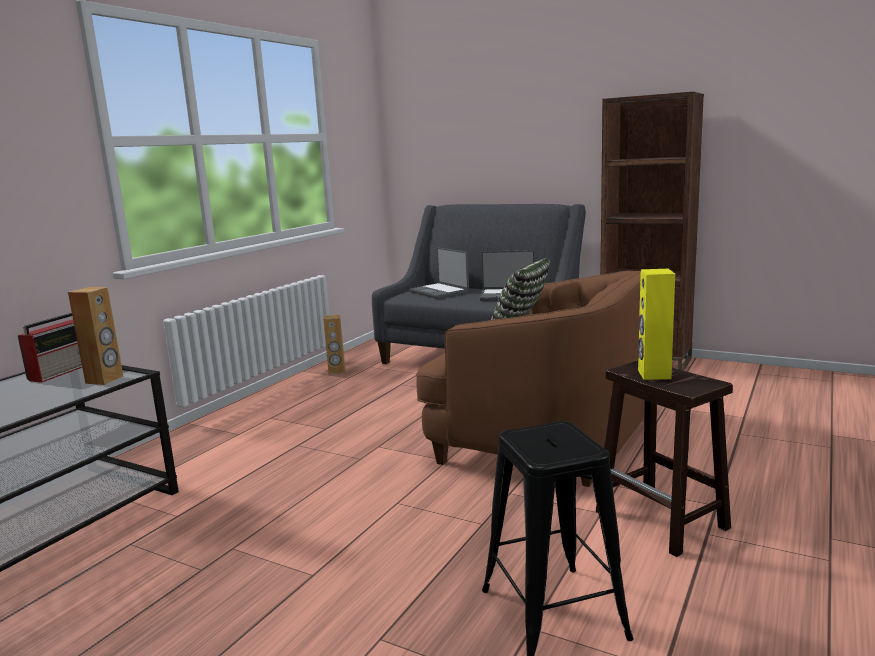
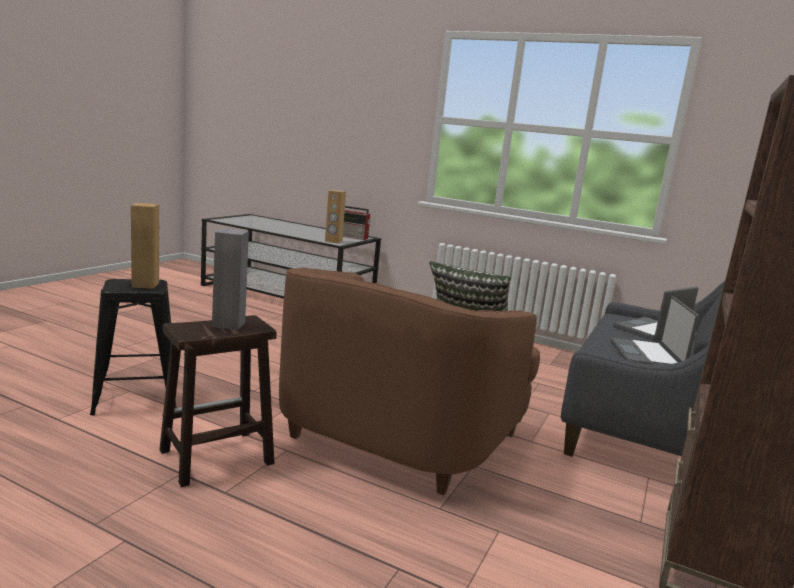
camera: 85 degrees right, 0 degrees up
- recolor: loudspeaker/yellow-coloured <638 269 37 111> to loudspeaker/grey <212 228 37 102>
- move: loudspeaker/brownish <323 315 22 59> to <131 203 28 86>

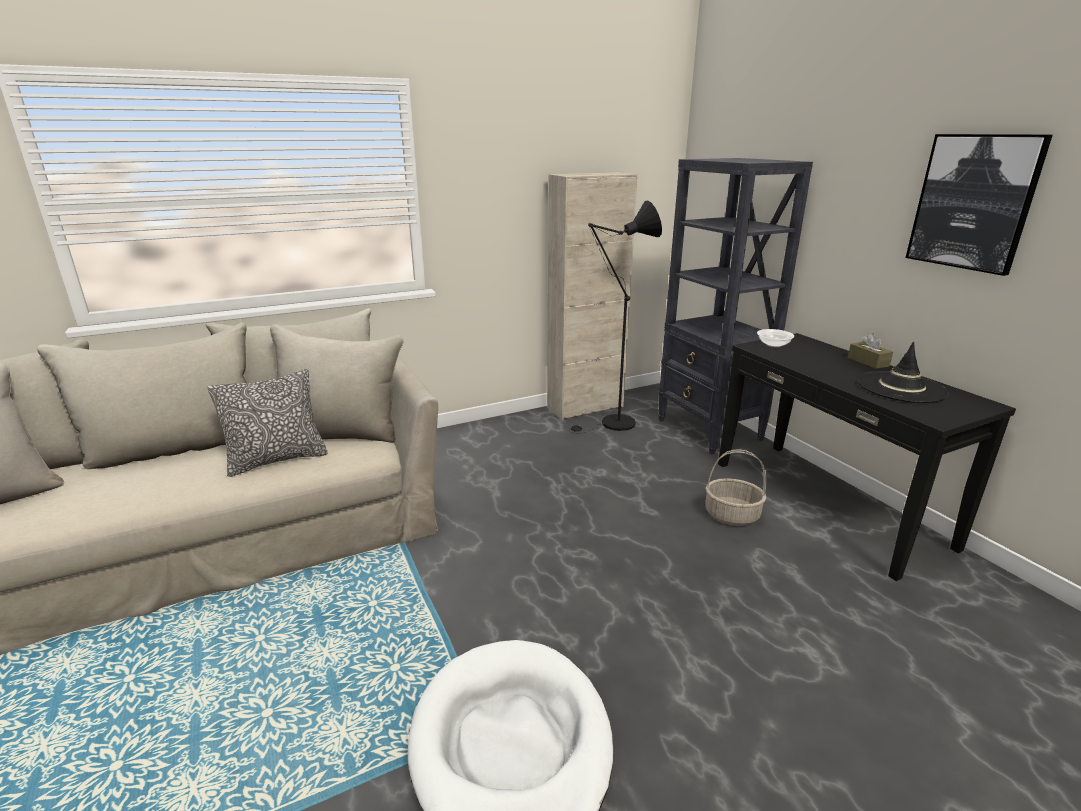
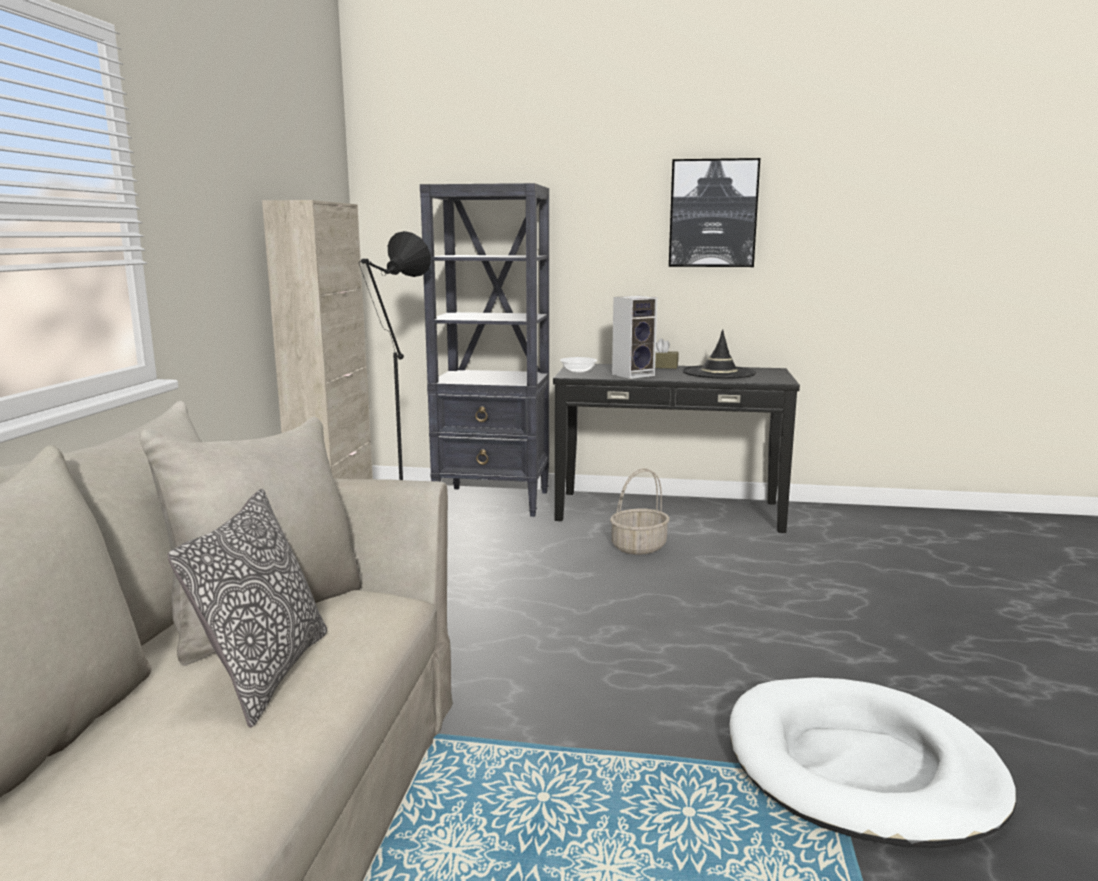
camera: 55 degrees left, 10 degrees down
- insert: loudspeaker <612 296 45 83>

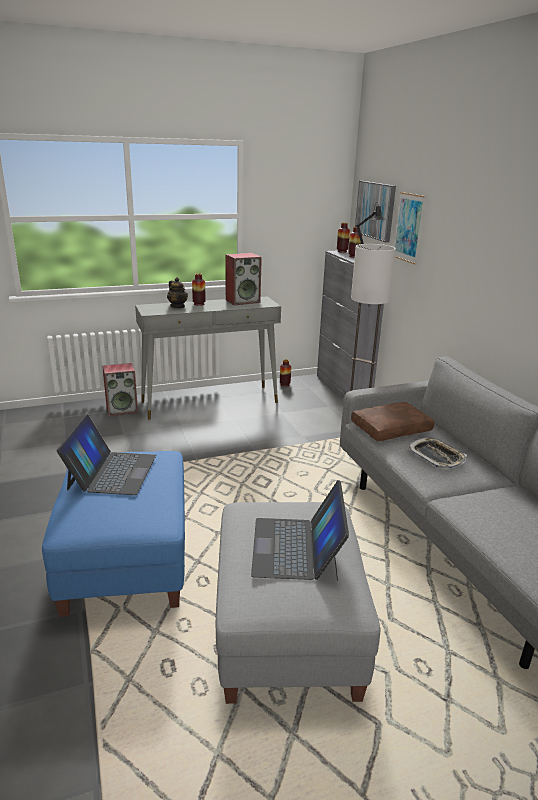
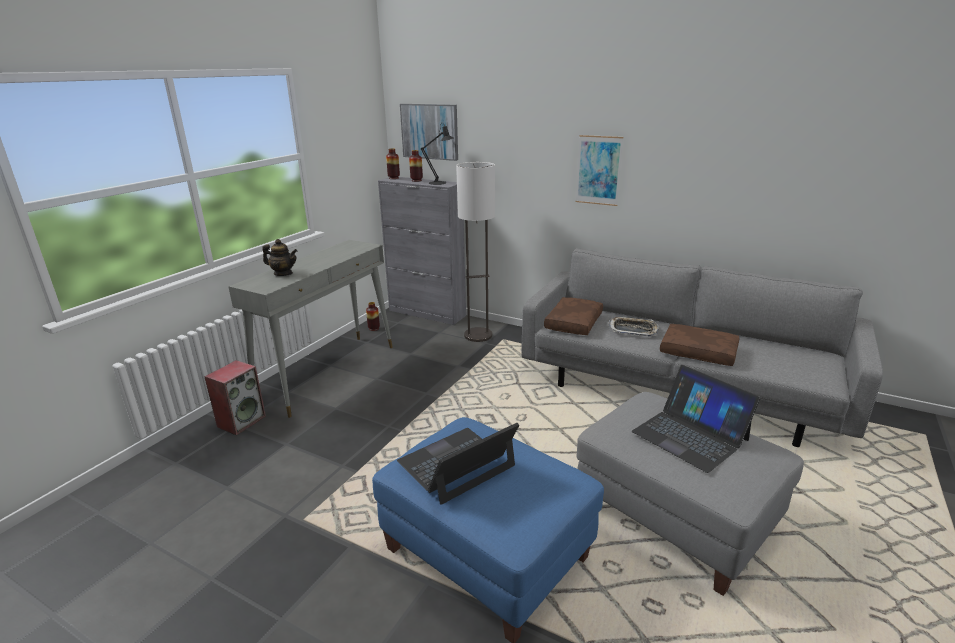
camera: 40 degrees left, 0 degrees up
- move: wall art <394 192 31 72> to <576 135 48 71>
- delete: loudspeaker <226 253 36 52>
- delete: vase <192 273 13 33>
- rotate: portable computer <57 414 99 81> = <397 423 122 82> 90 degrees counterclockwise
- insert: pillow/brownish <660 324 79 42>

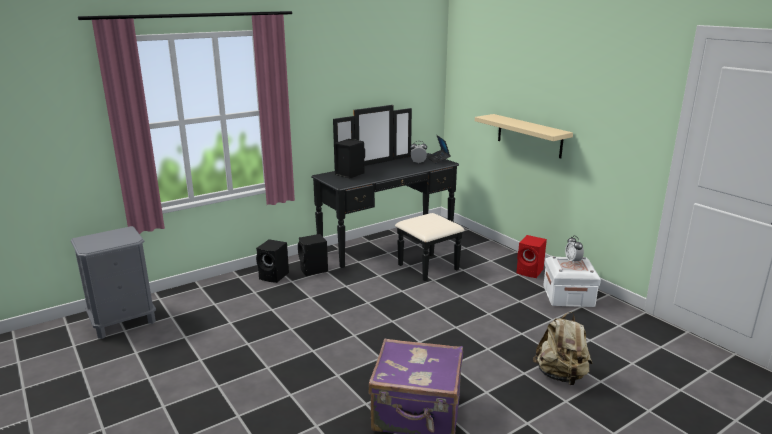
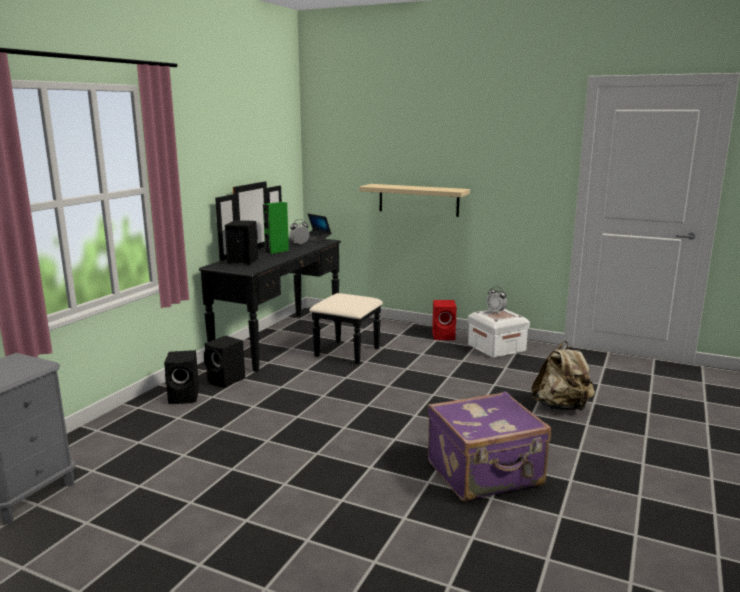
camera: 30 degrees left, 5 degrees down
- insert: loudspeaker/green-coloured <263 202 26 53>

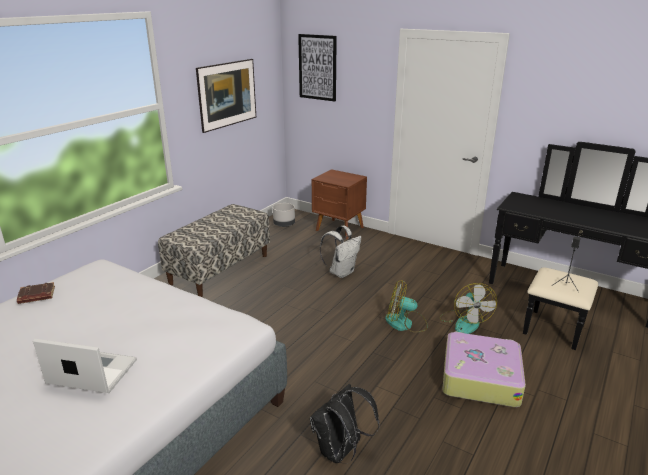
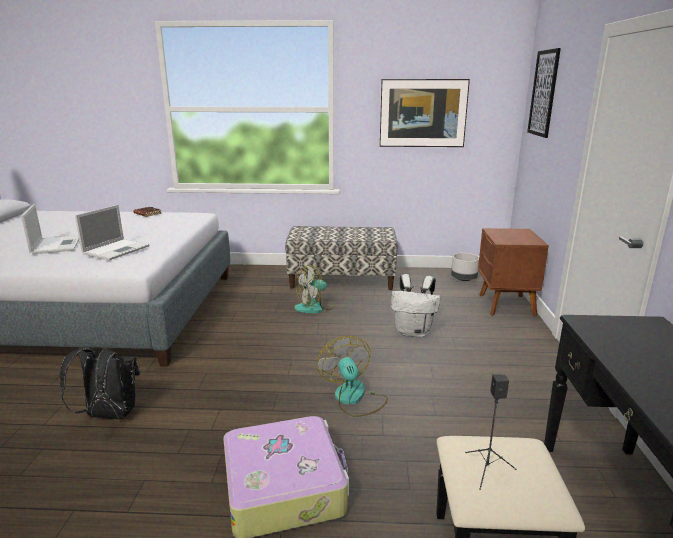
camera: 60 degrees right, 5 degrees down
- move: fan <439 283 58 51> to <294 265 42 48>
- insert: portable computer <75 205 74 55>

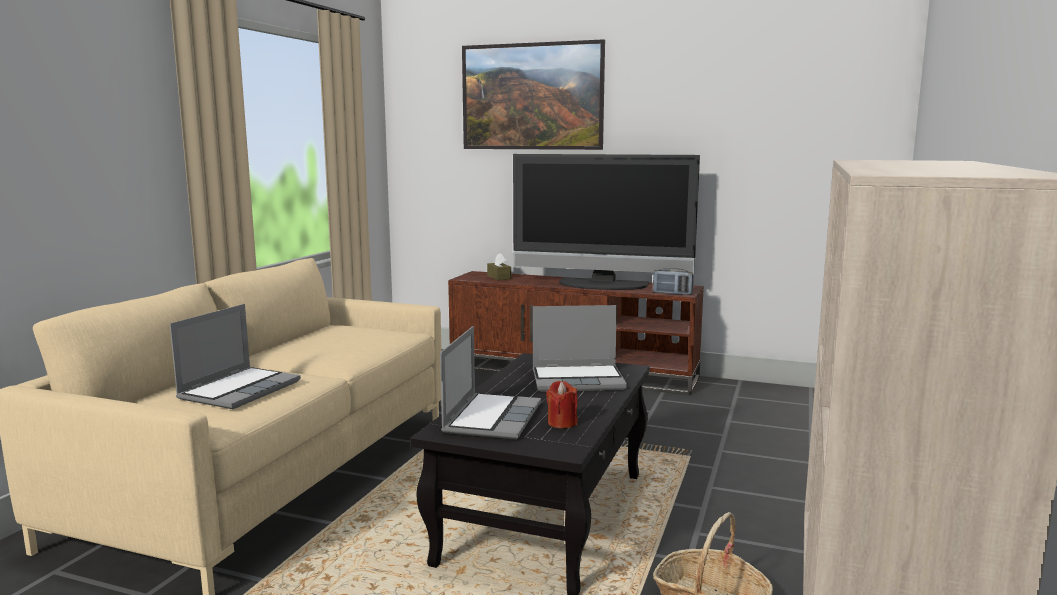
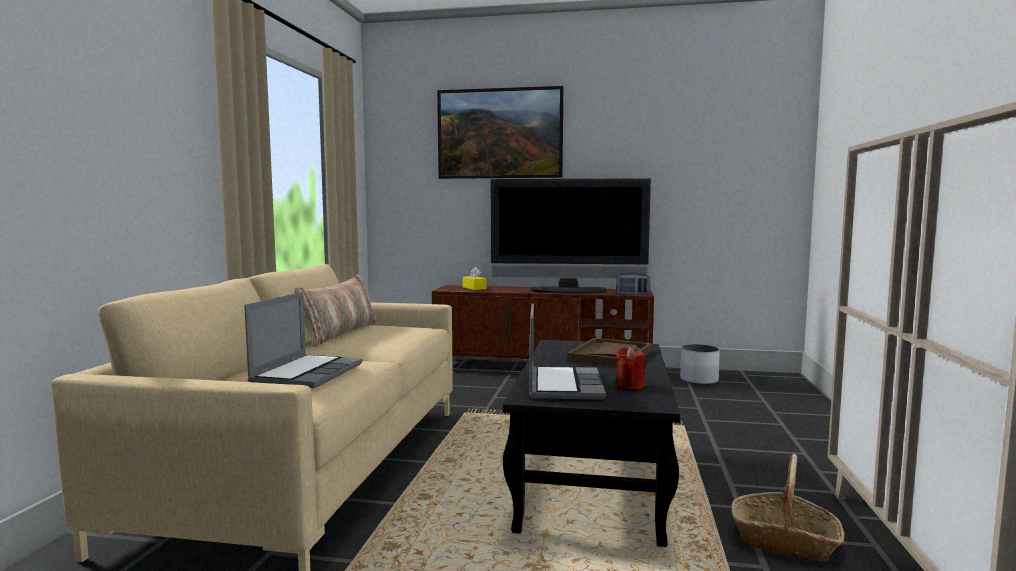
camera: 10 degrees left, 5 degrees down
- recolor: box of tissues/brownish <487 253 24 27> to box of tissues/yellow-coloured <463 267 24 23>
- replace: portable computer <533 305 94 87> to serving tray/brownish <567 338 84 29>
- insert: pillow <294 275 83 72>
- insert: plant pot/whitish <680 344 40 41>

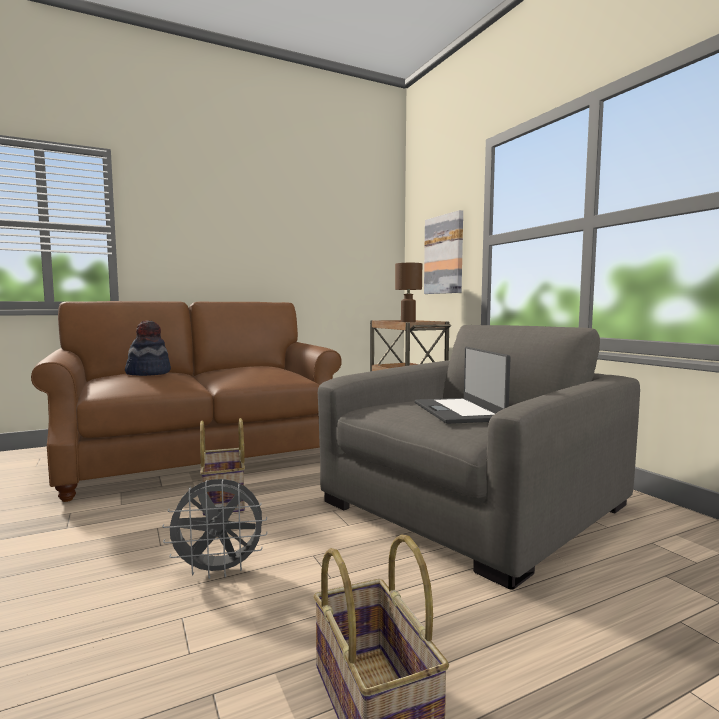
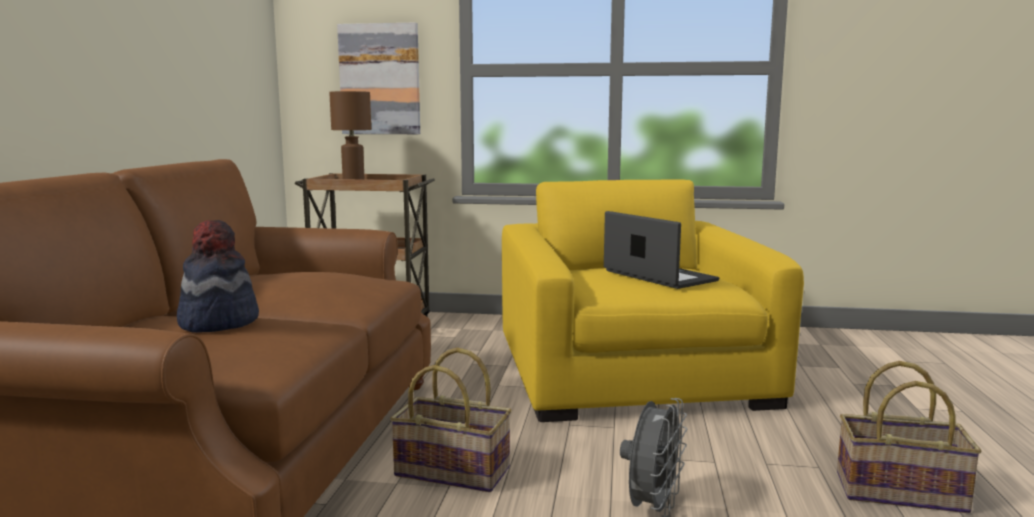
camera: 55 degrees left, 5 degrees up
- recolor: easy chair/grey <318 325 322 265> to easy chair/yellow-coloured <502 179 302 243>
- rotate: portable computer <415 347 96 77> = <604 211 115 78> 150 degrees counterclockwise

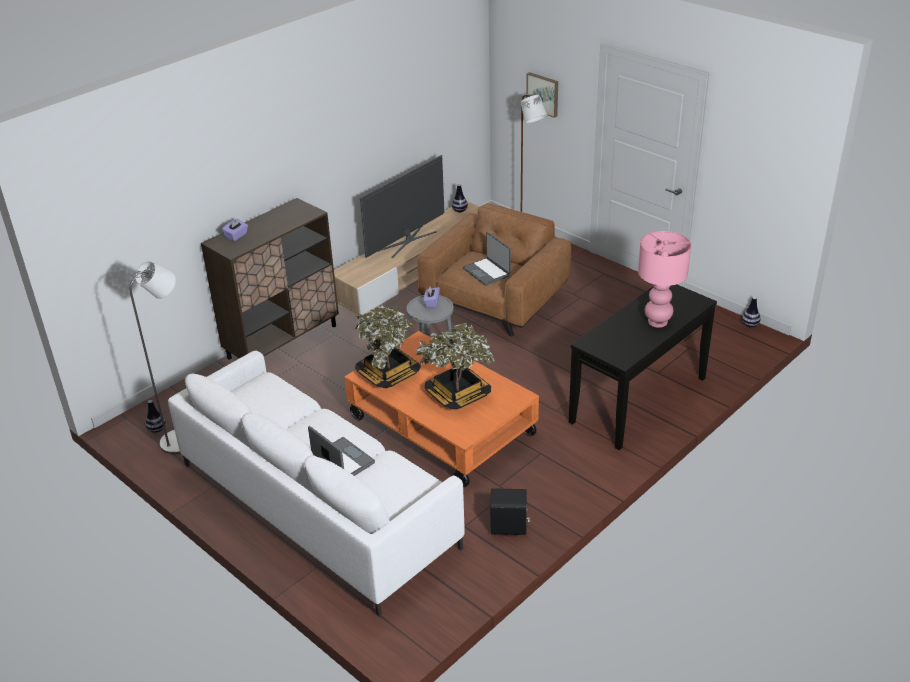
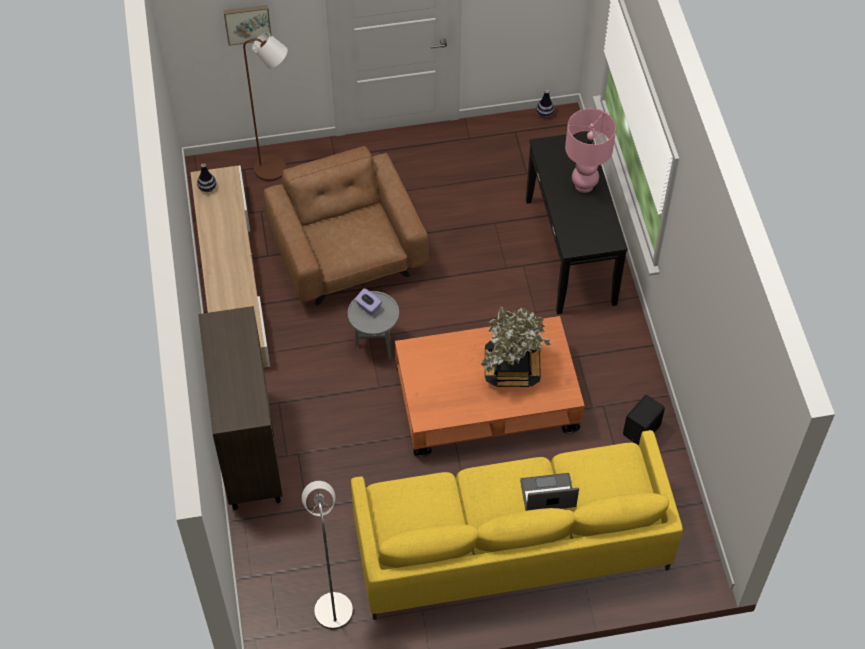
camera: 55 degrees left, 20 degrees up
- delete: television <360 155 85 103>
- delete: box of tissues/purplish <222 219 26 22>
- delete: portable computer <463 232 48 54>
- delete: plant in a pot <355 305 66 83>
- recolor: couch/whitish <168 351 297 265> to couch/yellow-coloured <351 430 332 190>
- delete: vase <145 400 21 33>

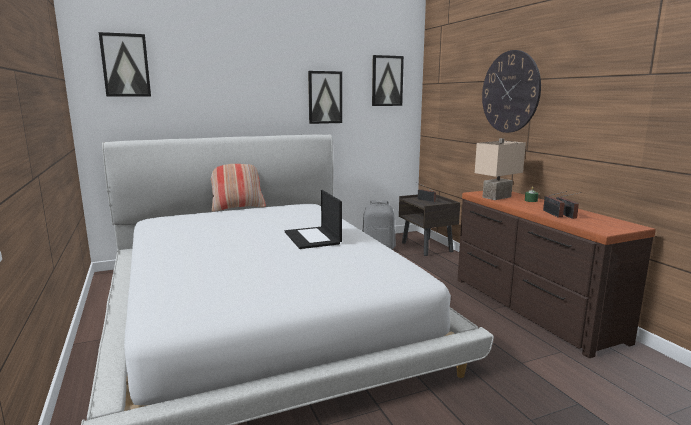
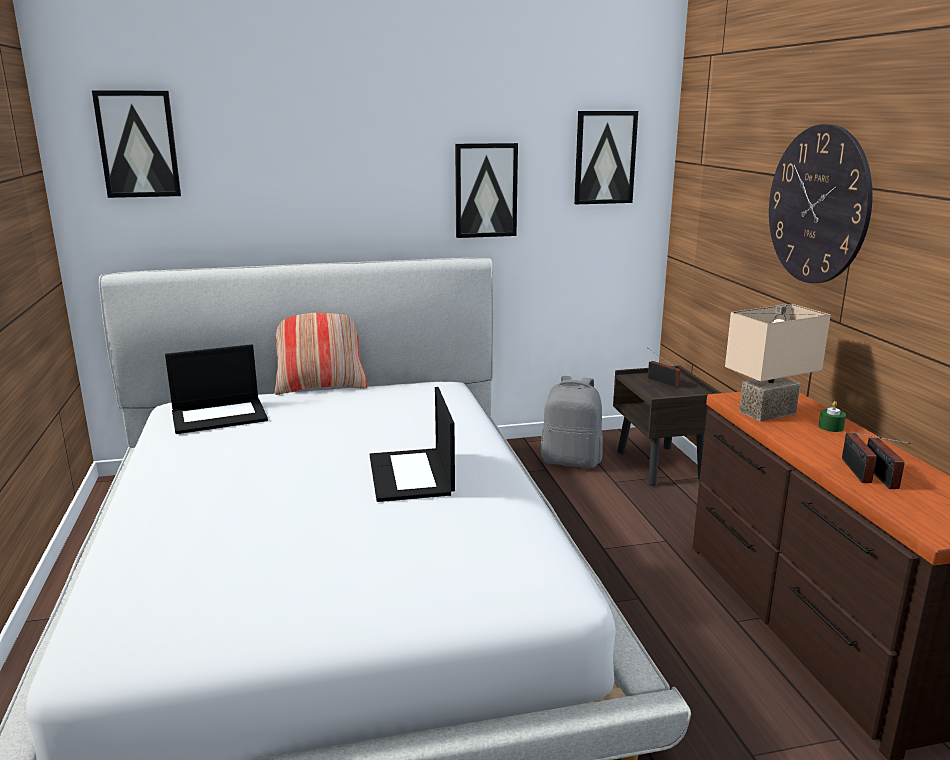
camera: 10 degrees right, 5 degrees up
- insert: portable computer <165 344 103 90>

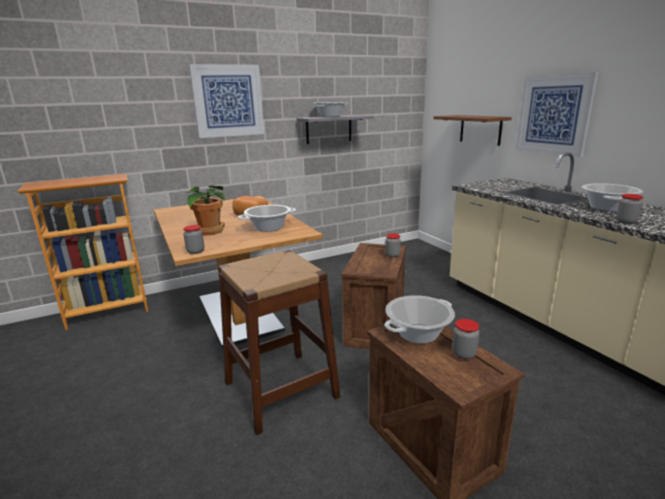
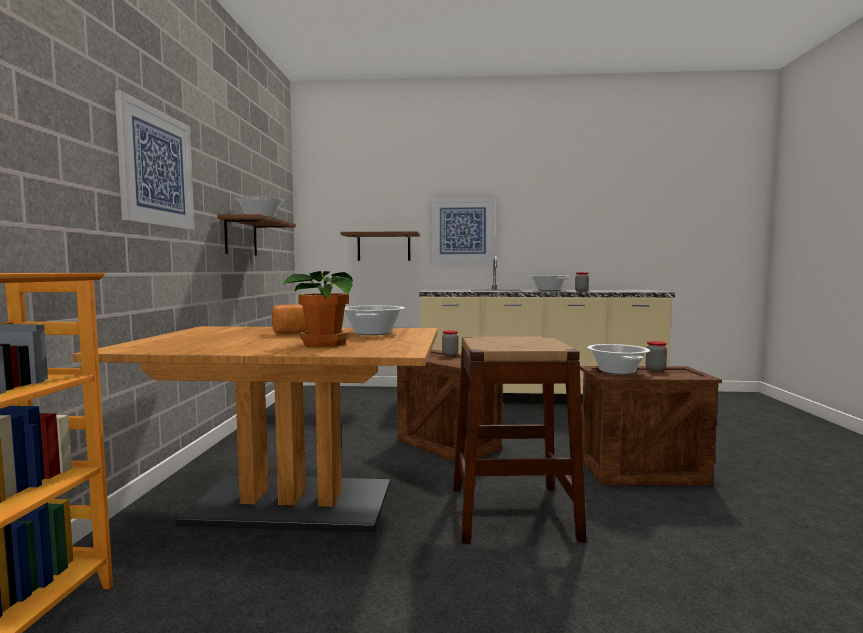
camera: 60 degrees left, 15 degrees down
- recolor: bracket shelf/grey <297 115 77 29> to bracket shelf/brownish <217 214 79 42>
- delete: preserve jar <183 225 21 29>

